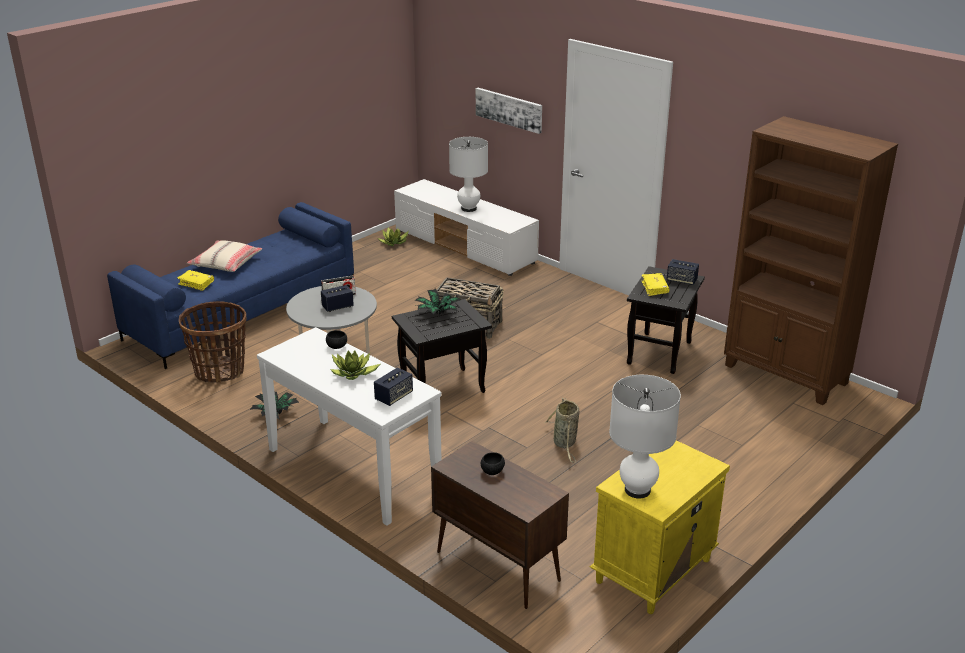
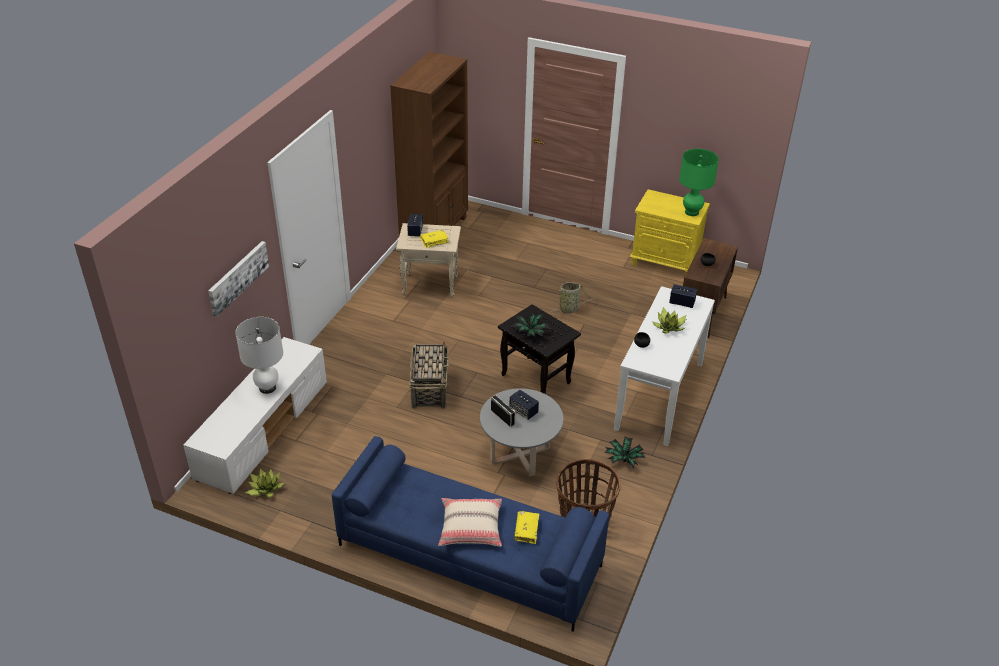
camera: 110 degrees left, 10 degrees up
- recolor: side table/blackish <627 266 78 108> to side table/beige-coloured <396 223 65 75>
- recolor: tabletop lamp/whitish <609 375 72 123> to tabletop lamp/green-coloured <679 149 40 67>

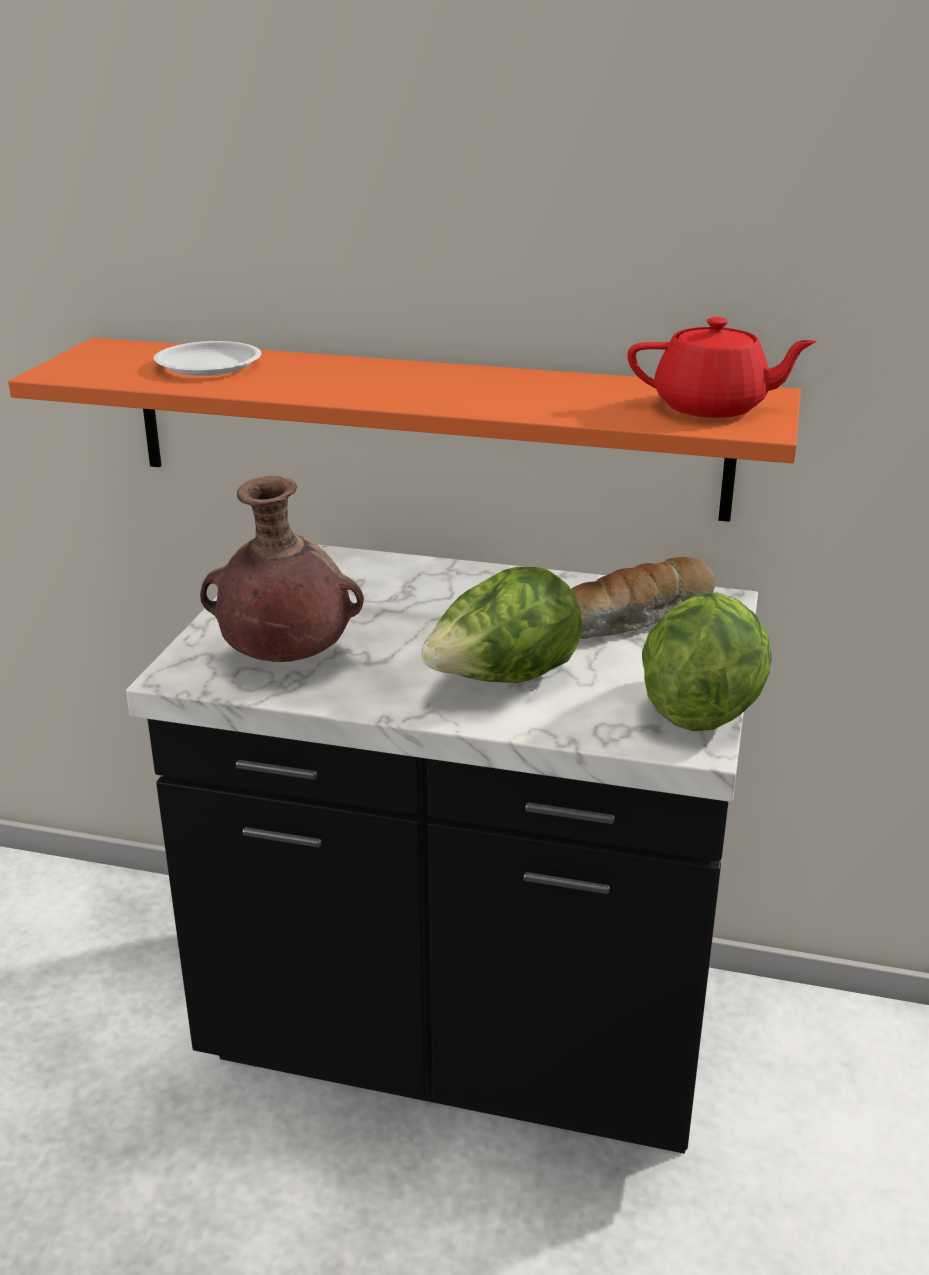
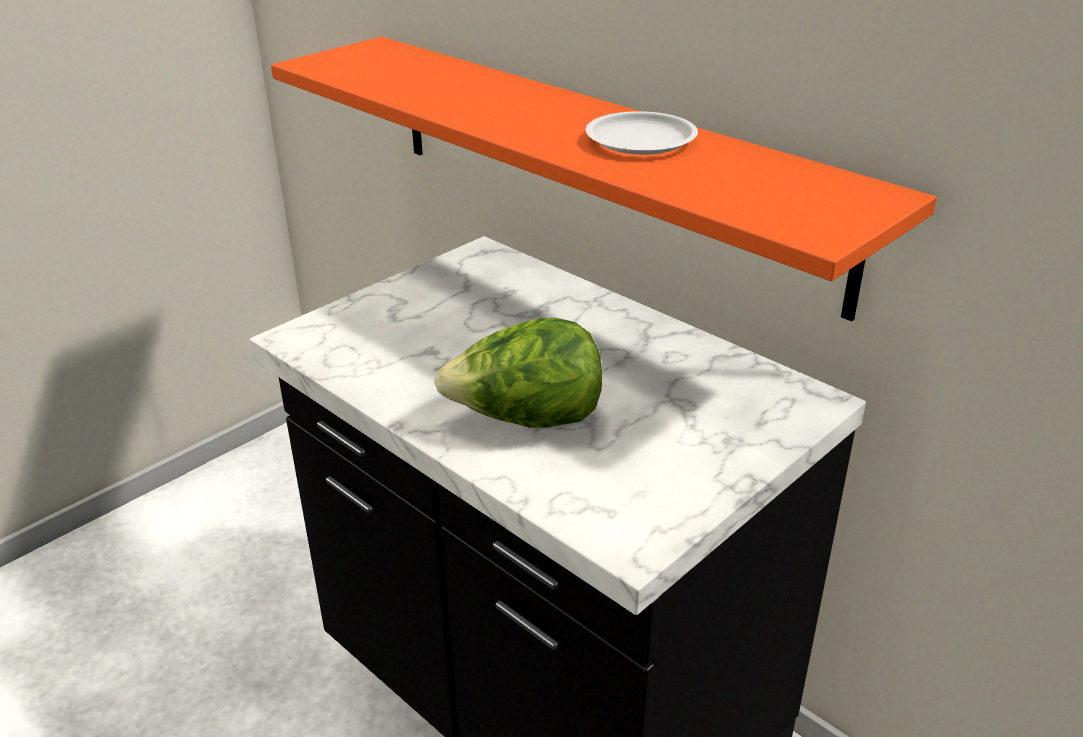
camera: 30 degrees right, 5 degrees up
- delete: teapot/red <627 317 190 101>
- move: dinner plate/whitish <154 341 107 35> to <585 111 113 44>
- delete: vase/brownish <200 475 164 187>
- delete: baked bread <571 557 144 82>
- delete: head of lettuce <642 592 130 139>

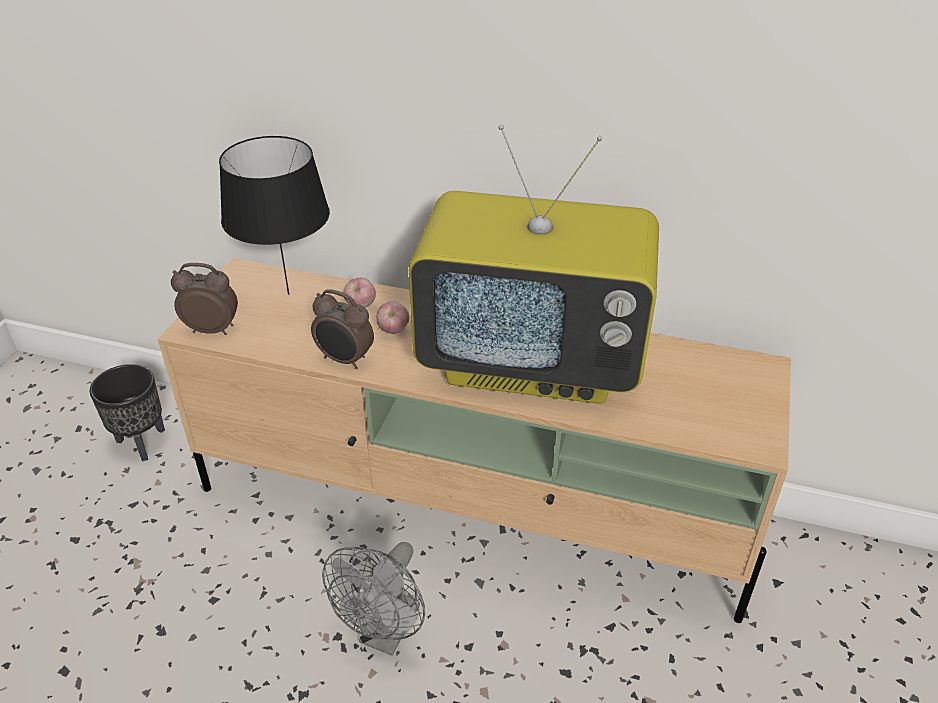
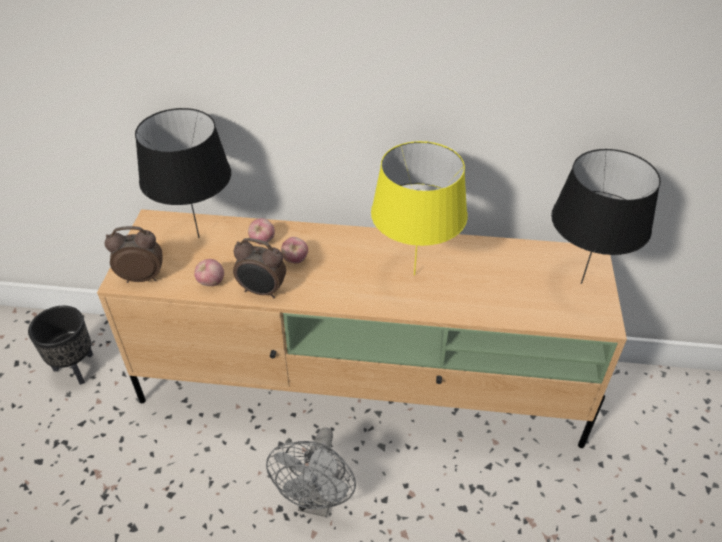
camera: 10 degrees left, 5 degrees up
- replace: television <409 124 250 280> to tabletop lamp/yellow-coloured <371 141 96 134>
- insert: tabletop lamp/blackish <551 149 110 135>
- insert: whole apple <194 259 30 27>

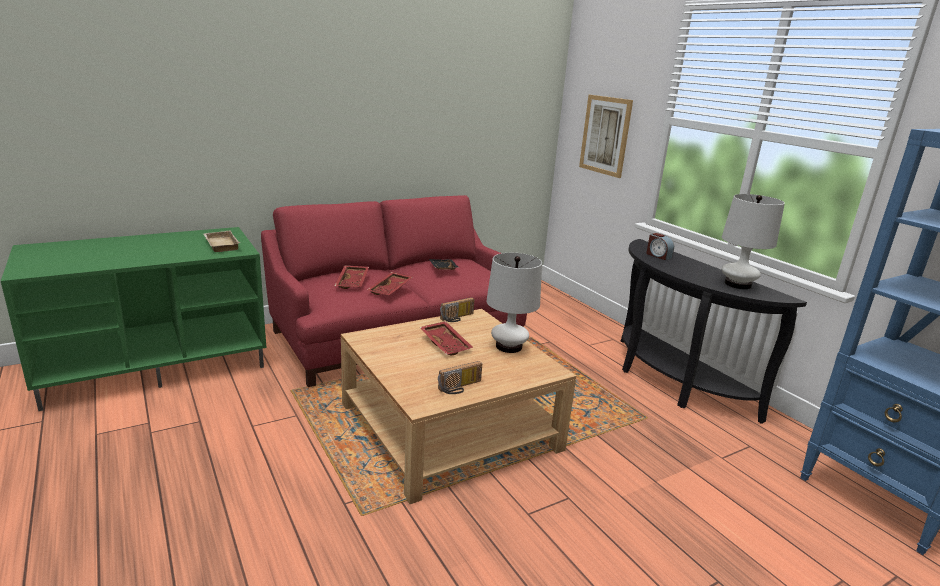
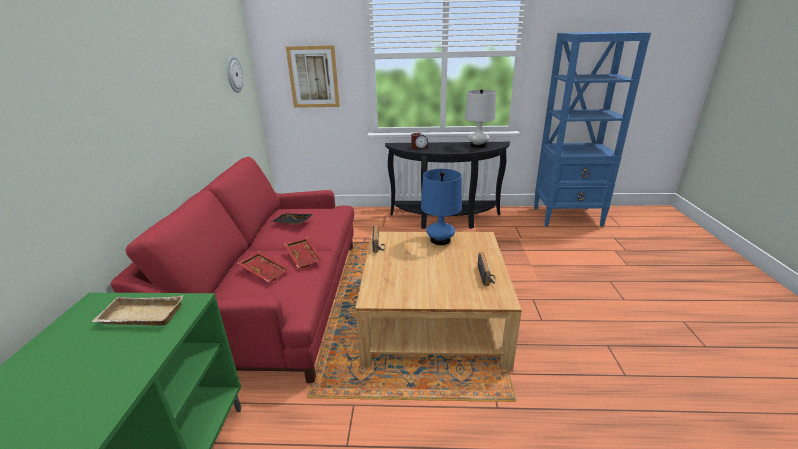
camera: 55 degrees left, 5 degrees up
- recolor: tabletop lamp/whitish <487 253 55 100> to tabletop lamp/blue <421 169 41 76>
- delete: serving tray/red <420 321 53 35>
- insert: clock on the wall <227 56 16 37>

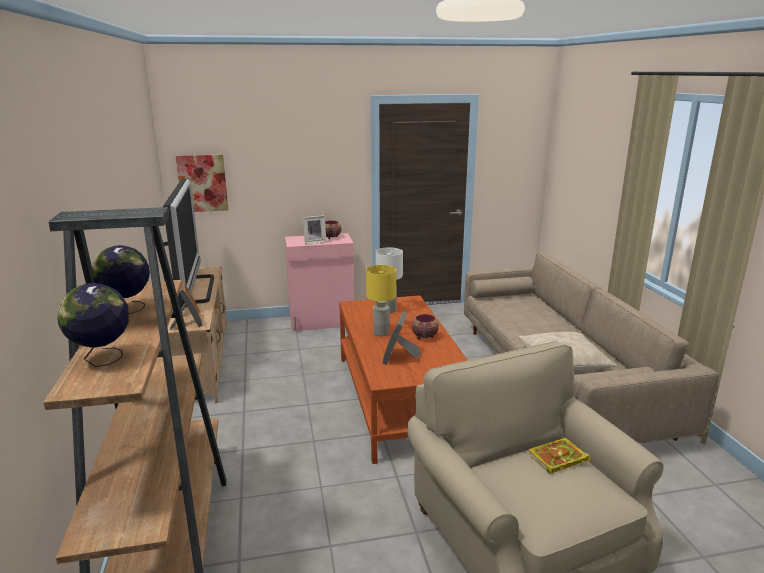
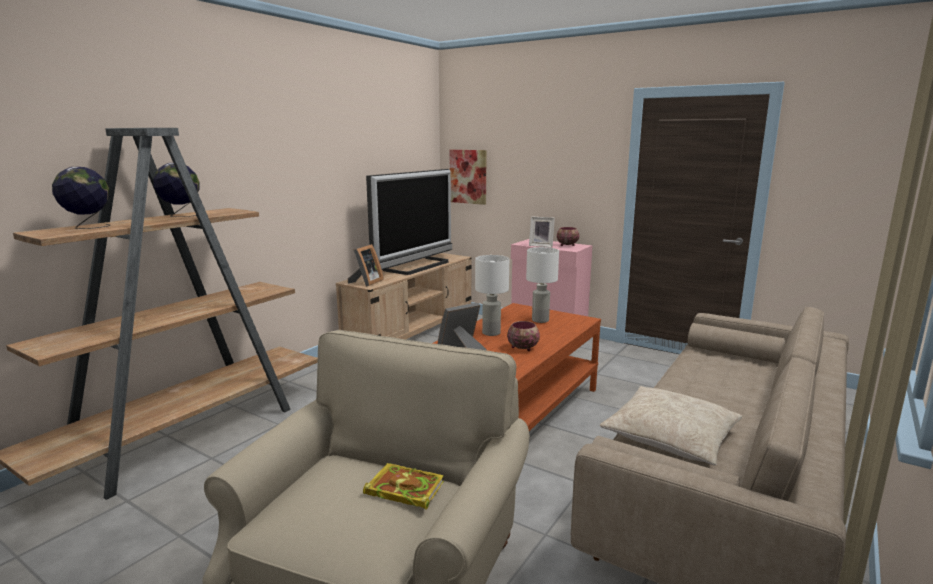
camera: 45 degrees right, 5 degrees down
- recolor: tabletop lamp/yellow-coloured <366 265 30 71> to tabletop lamp/whitish <475 255 34 81>

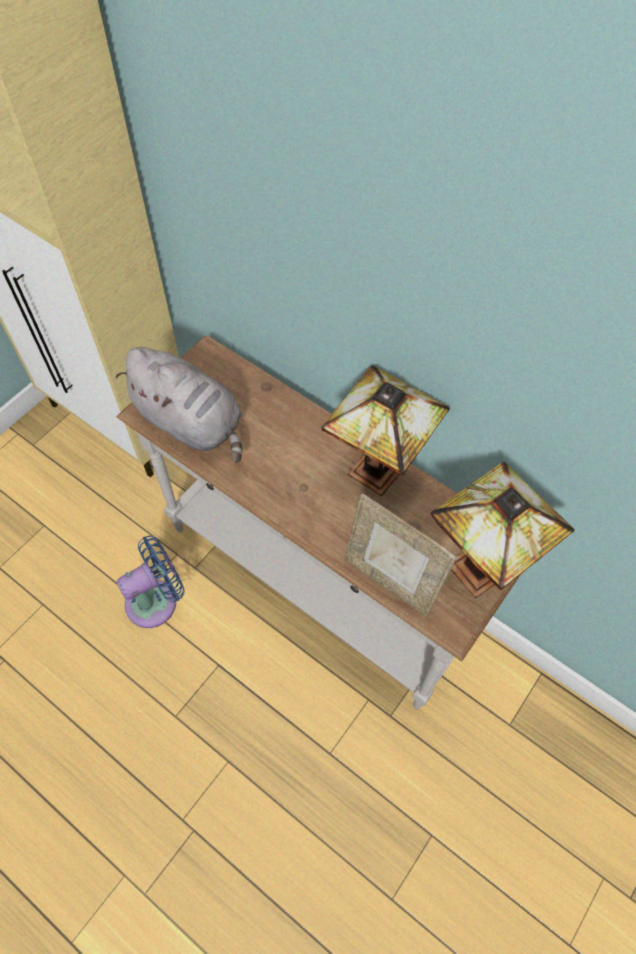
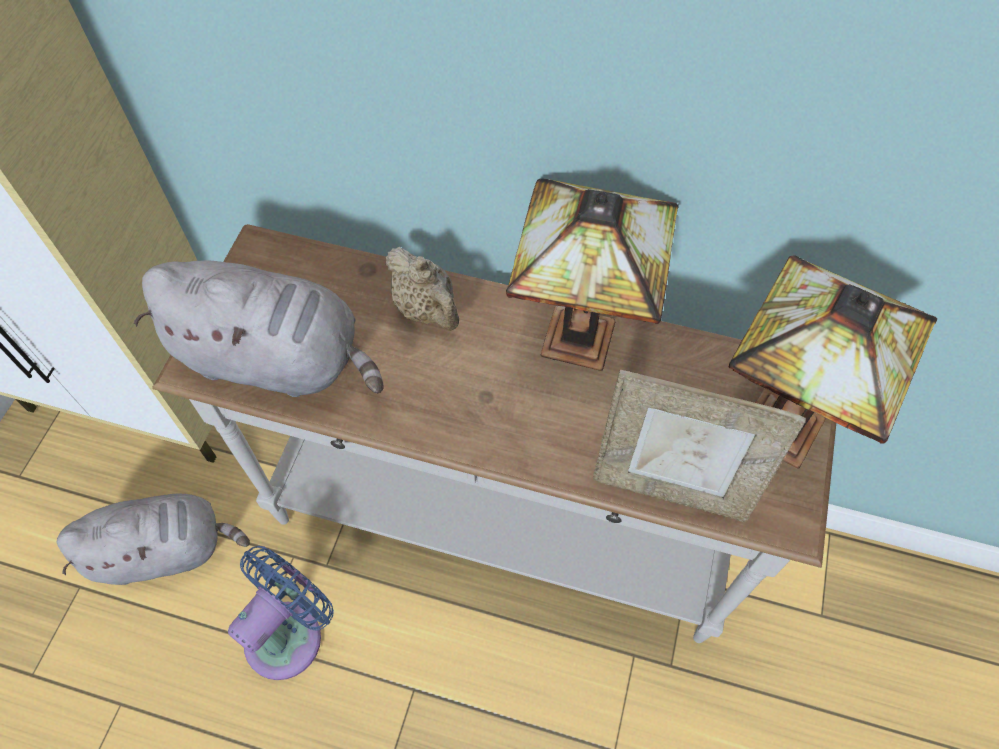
camera: 20 degrees left, 0 degrees up
- insert: teapot/beige-coloured <385 247 74 84>
- insert: soft toy/grey <56 494 194 91>

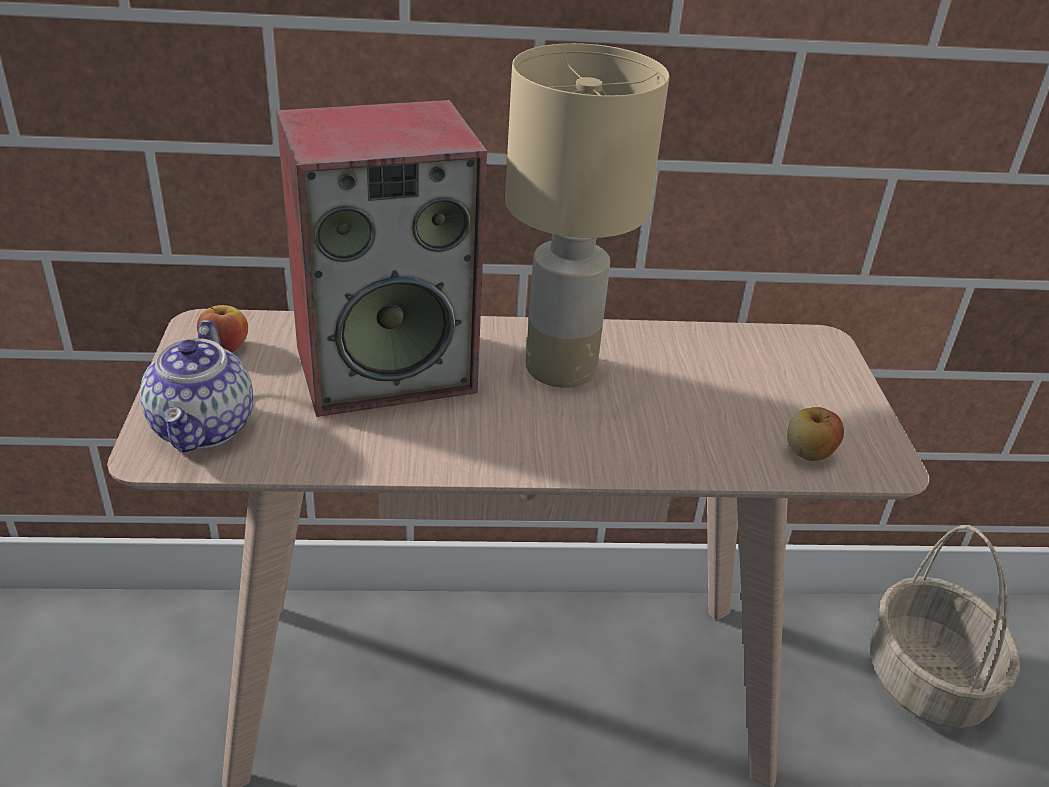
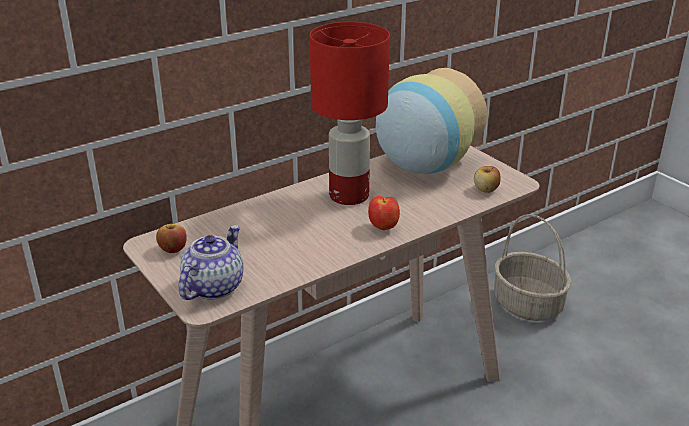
camera: 30 degrees left, 5 degrees down
- recolor: tabletop lamp/beige-coloured <505 43 165 345> to tabletop lamp/red <310 22 80 183>
- delete: loudspeaker <276 100 211 317>
- rotate: teapot <140 320 113 133> = <178 225 65 75> 120 degrees counterclockwise
- insert: vase <376 68 111 106>
- insert: whole apple <368 196 32 34>

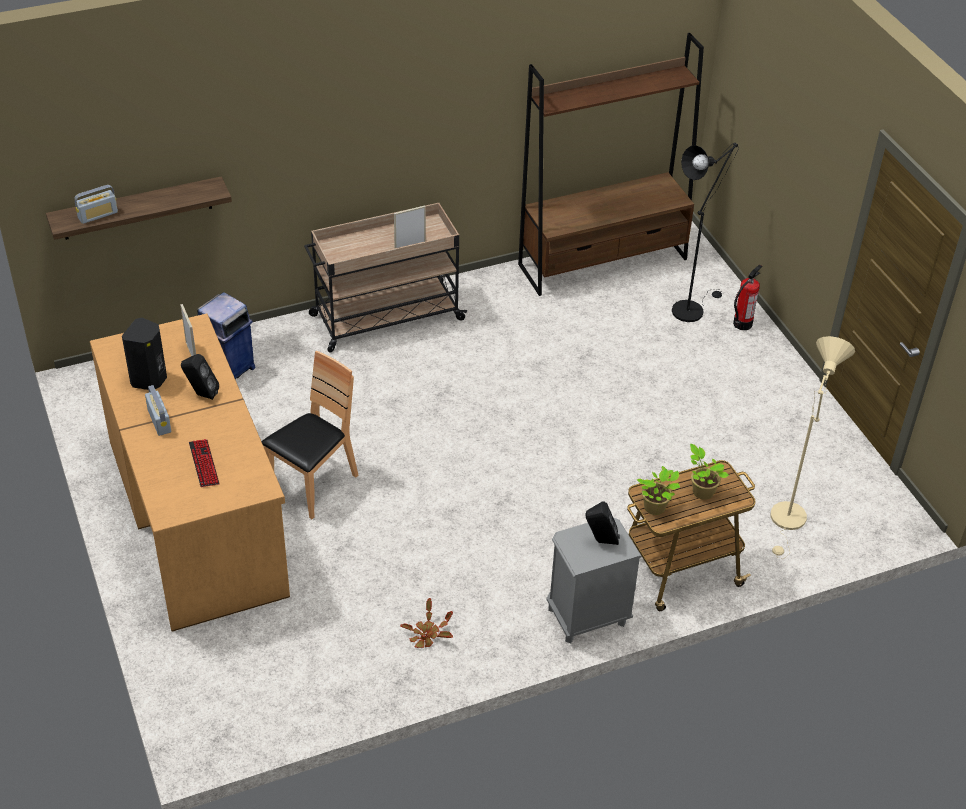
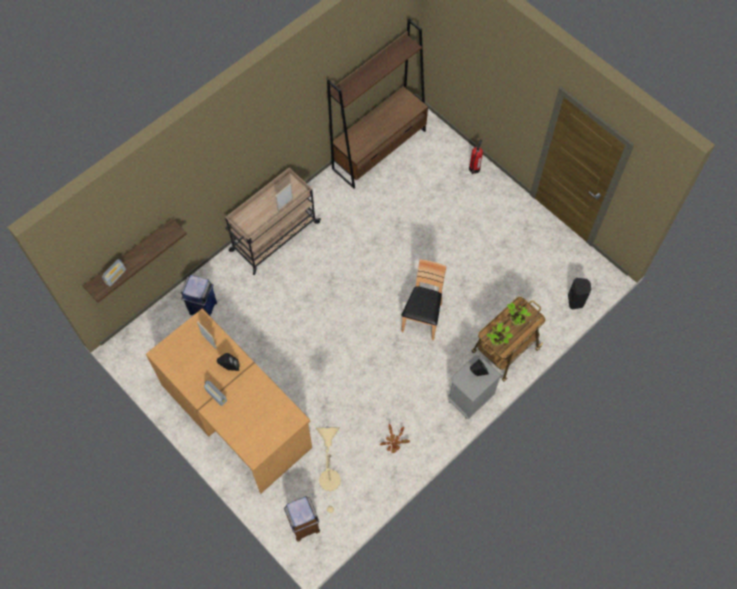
camera: 20 degrees left, 20 degrees up
- delete: floor lamp/blackish <672 143 67 179>
- move: loudspeaker/blackish <122 318 45 72> to <568 278 23 32>
- move: floor lamp/beige-coloured <771 336 84 223> to <316 426 25 89>
- move: upright chair/brownish <262 351 96 168> to <401 259 45 82>
- delete: keyboard <189 439 31 48>
- insert: rubbish bin/brownish <284 496 36 45>

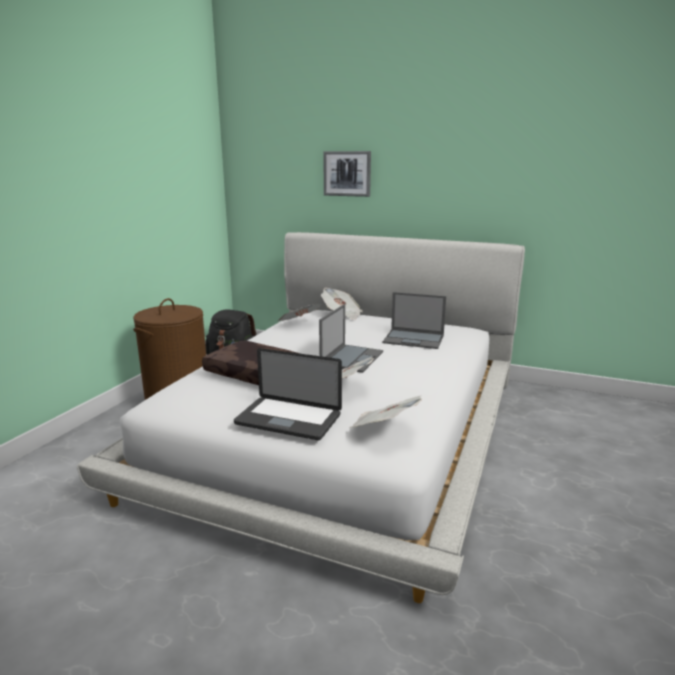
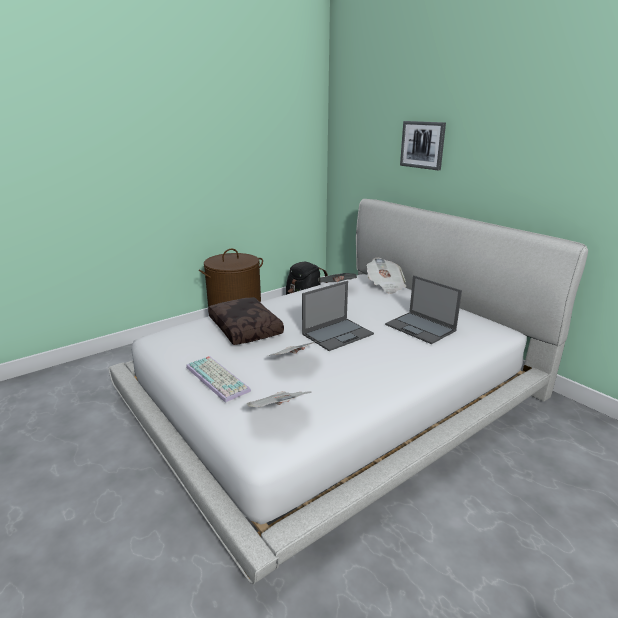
camera: 30 degrees right, 5 degrees up
- replace: portable computer <234 348 108 92> to keyboard <186 356 65 47>

